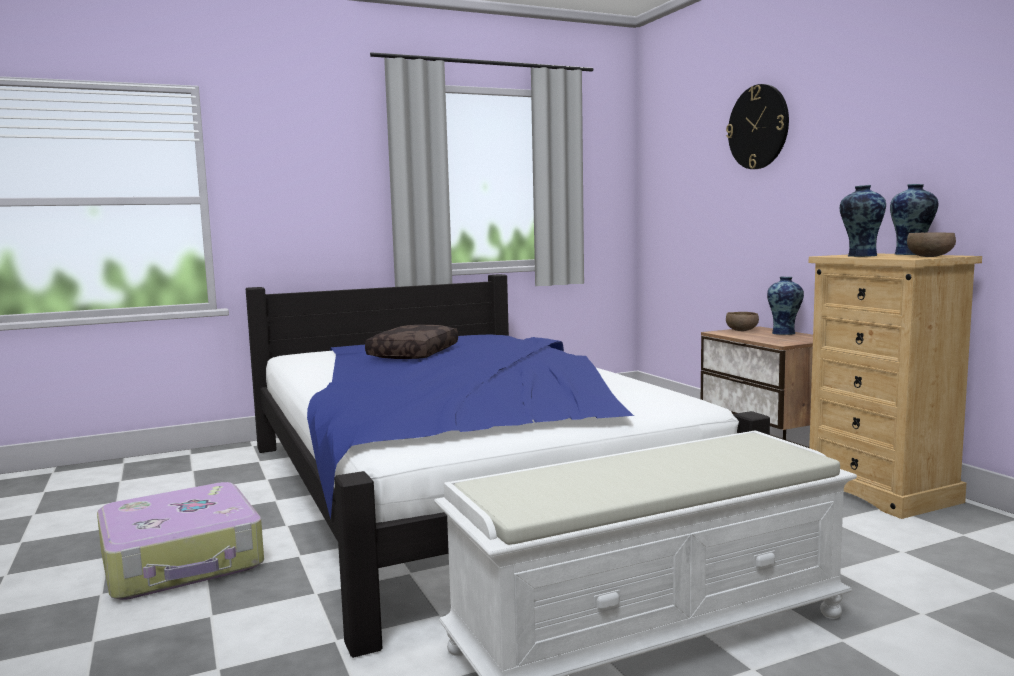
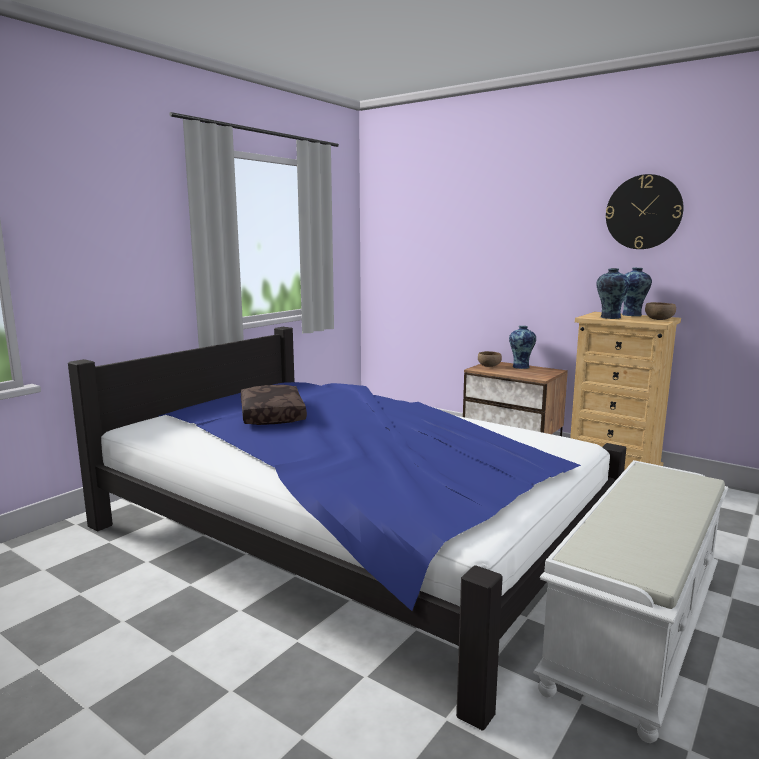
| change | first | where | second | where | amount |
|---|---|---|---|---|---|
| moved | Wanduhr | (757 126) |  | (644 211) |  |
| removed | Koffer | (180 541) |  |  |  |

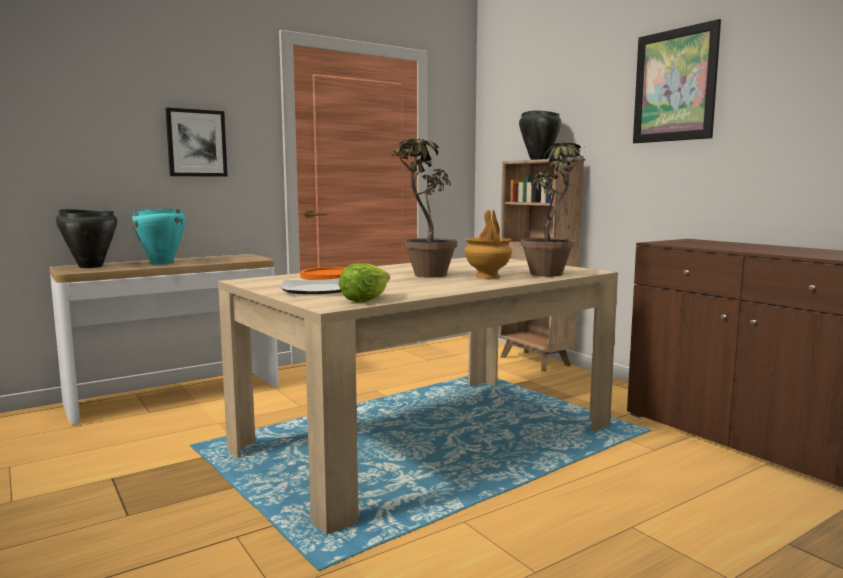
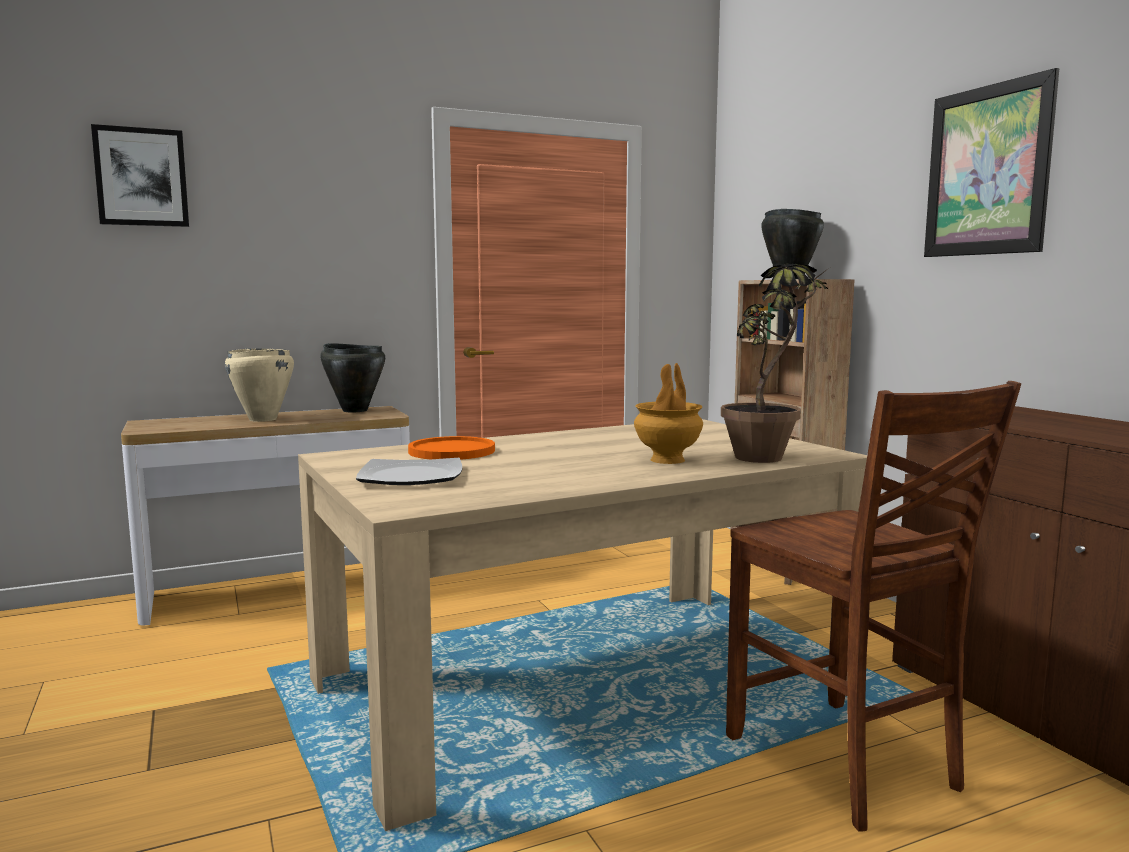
| change | first | where | second | where | amount |
|---|---|---|---|---|---|
| moved | Bild | (196 142) |  | (140 175) |  |
| removed | Topfpflanze | (424 208) |  |  |  |
| moved | Kochtopf (schwarz) | (86 238) |  | (352 378) |  |
| recoloured | Kochtopf (türkis) | (158 237) | Kochtopf (beige) | (259 385) |  |
| removed | Salatkopf | (364 283) |  |  |  |
| added |  |  | Stuhl (braun) | (873 606) |  |

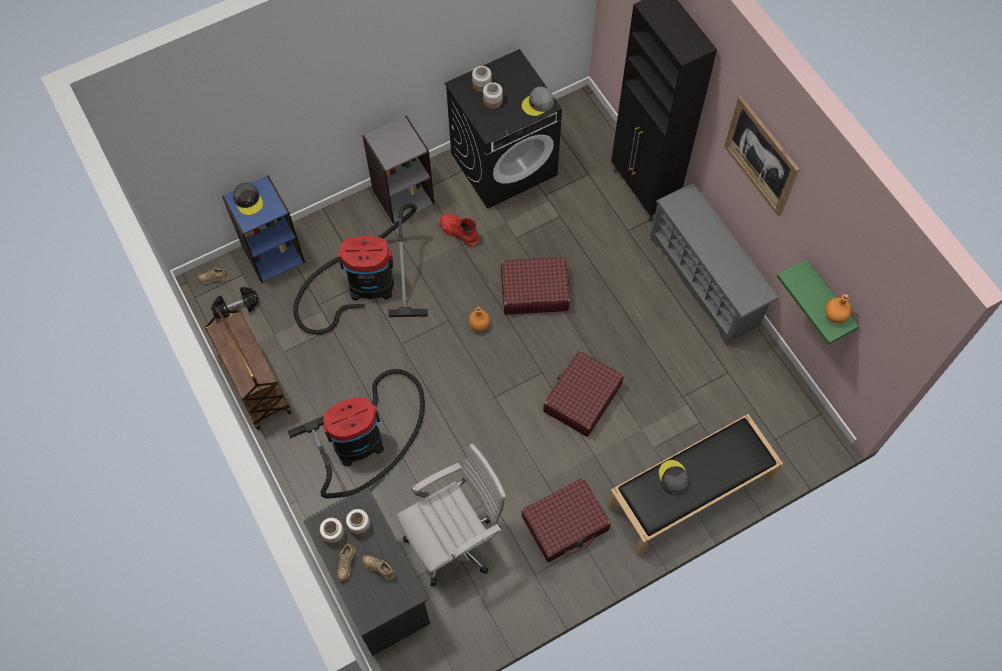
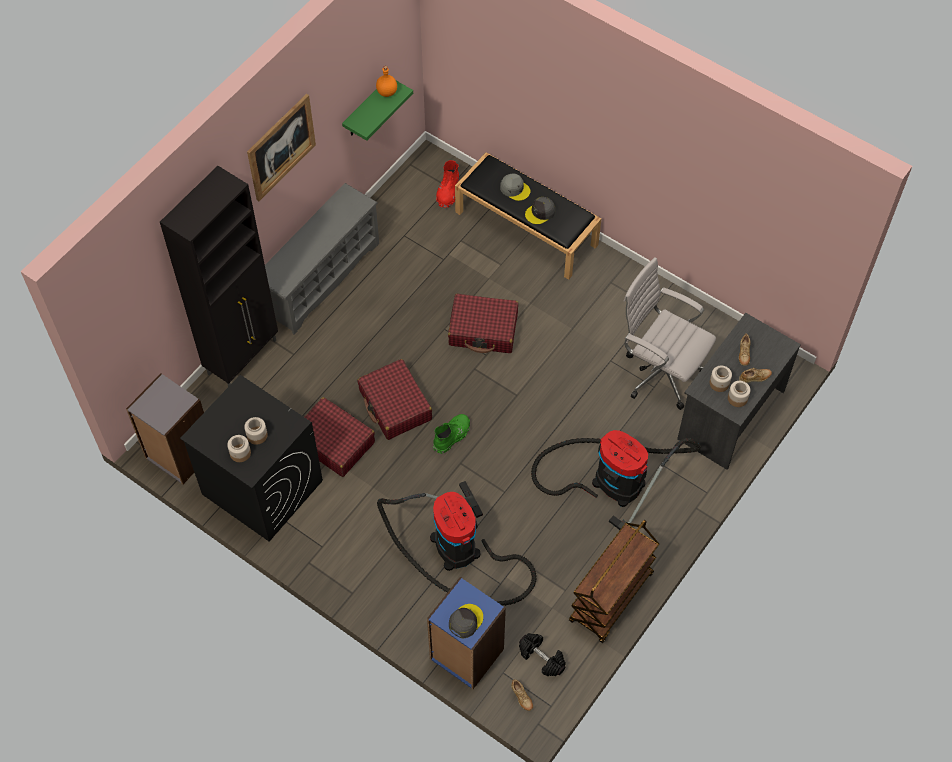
| change | first | where | second | where | amount |
|---|---|---|---|---|---|
| moved | Kappe (grau) | (538 101) |  | (515 187) |  |
| moved | Bücherregal (grau) | (398 169) |  | (165 429) |  |
| moved | Stiefel (rot) | (459 231) |  | (447 184) |  |
| replaced | Flasche (orange) | (479 318) | Stiefel (grün) | (451 434) |  |
| moved | Koffer (rot) | (566 520) |  | (340 437) |  |

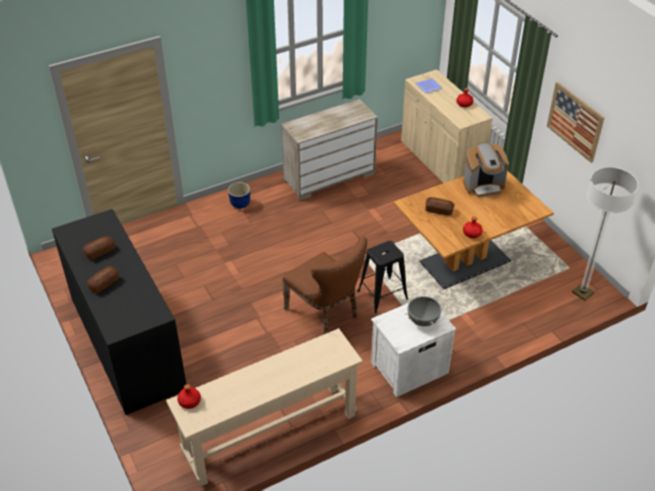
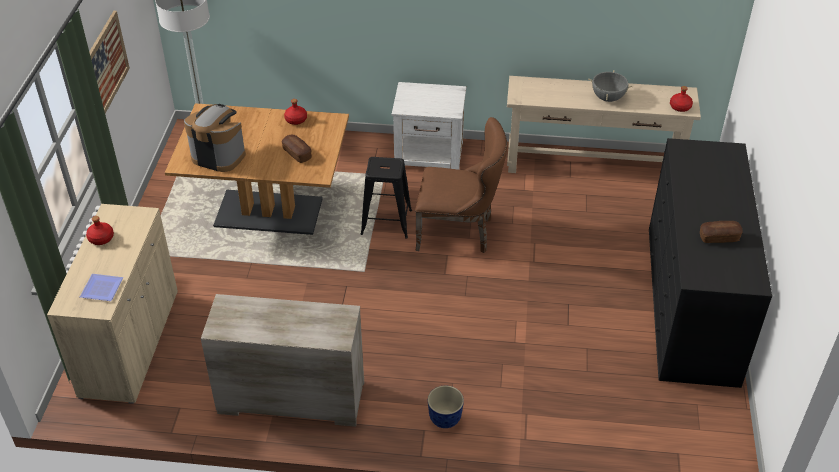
| change | first | where | second | where | amount |
|---|---|---|---|---|---|
| turned | Stuhl (braun) | (324 285) |  | (461 185) | 105 degrees clockwise |
| removed | Brot | (103 279) |  |  |  |
| moved | Kochtopf (grau) | (424 310) |  | (610 86) |  |

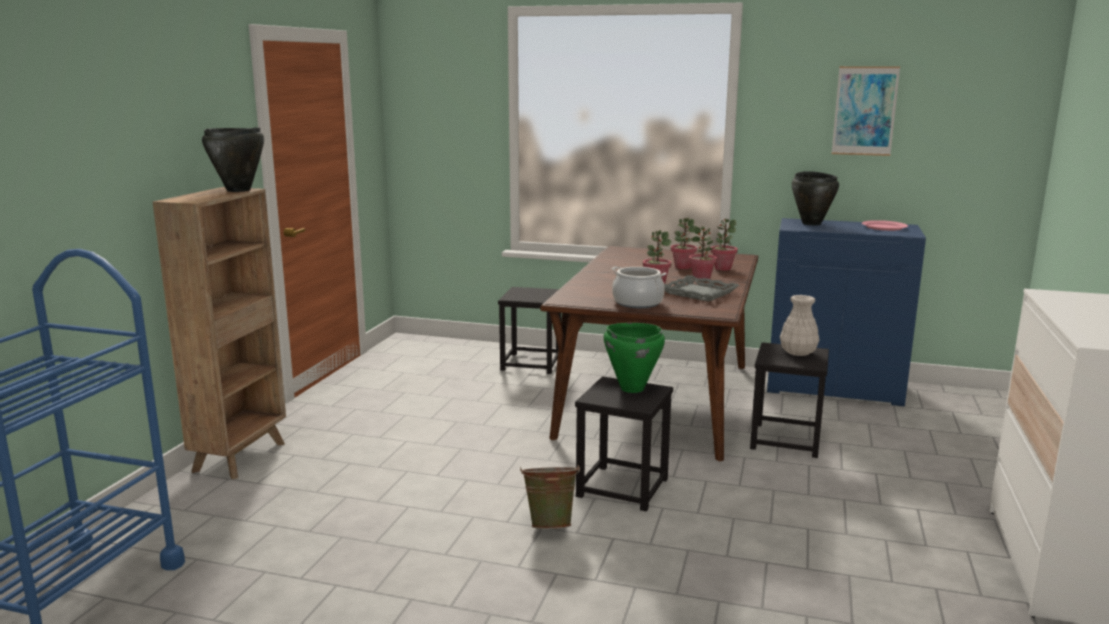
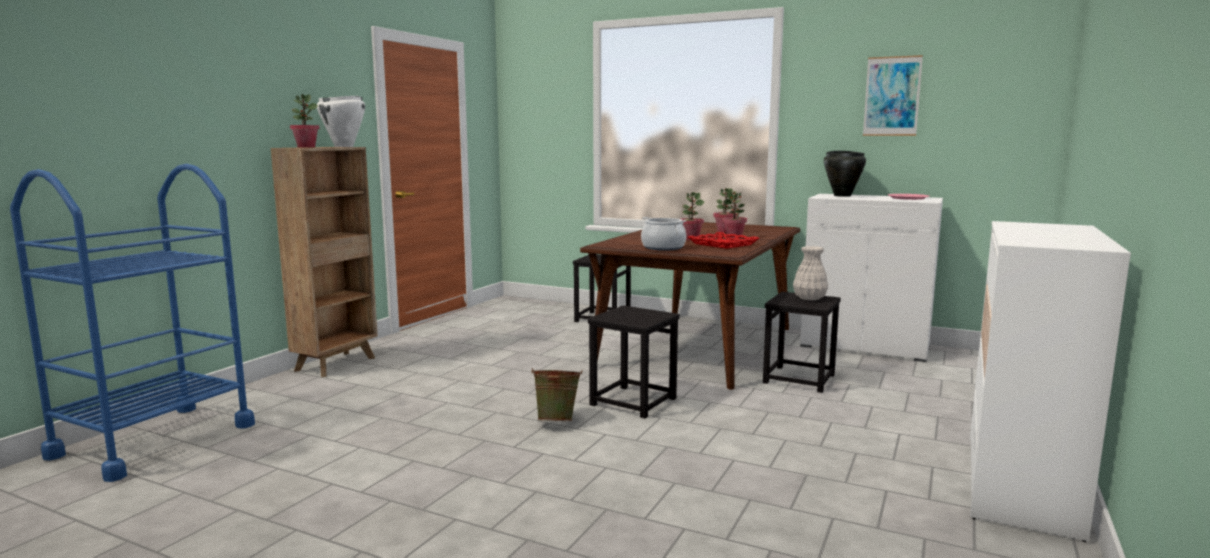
| change | first | where | second | where | amount |
|---|---|---|---|---|---|
| recoloured | Kochtopf (schwarz) | (233 159) | Kochtopf (weiß) | (341 121) |  |
| recoloured | Schrank (blau) | (846 312) | Schrank (weiß) | (871 278) |  |
| moved | Topfpflanze | (724 245) |  | (304 121) |  |
| recoloured | Tablett (grau) | (701 288) | Tablett (rot) | (723 240) |  |
| removed | Kochtopf (grün) | (634 358) |  |  |  |

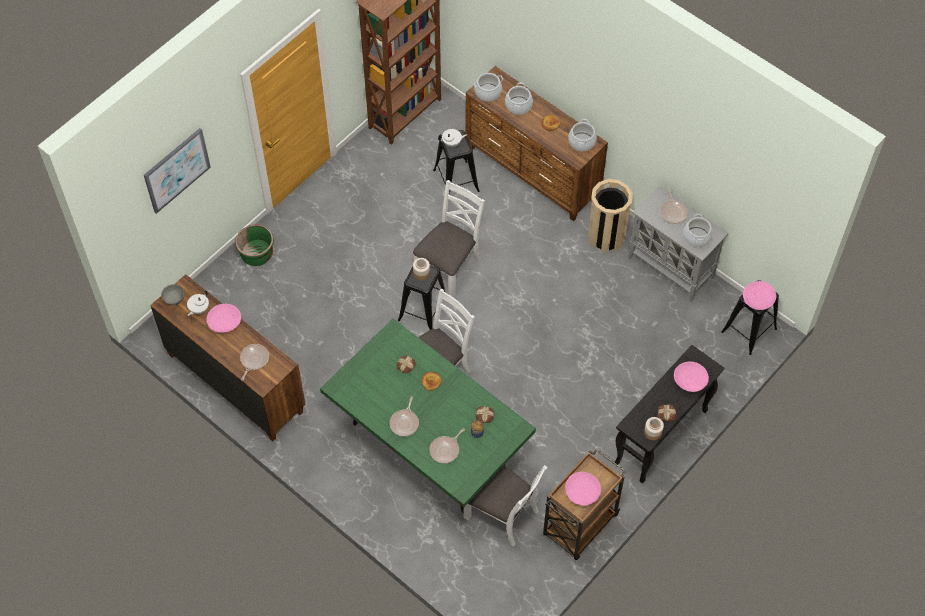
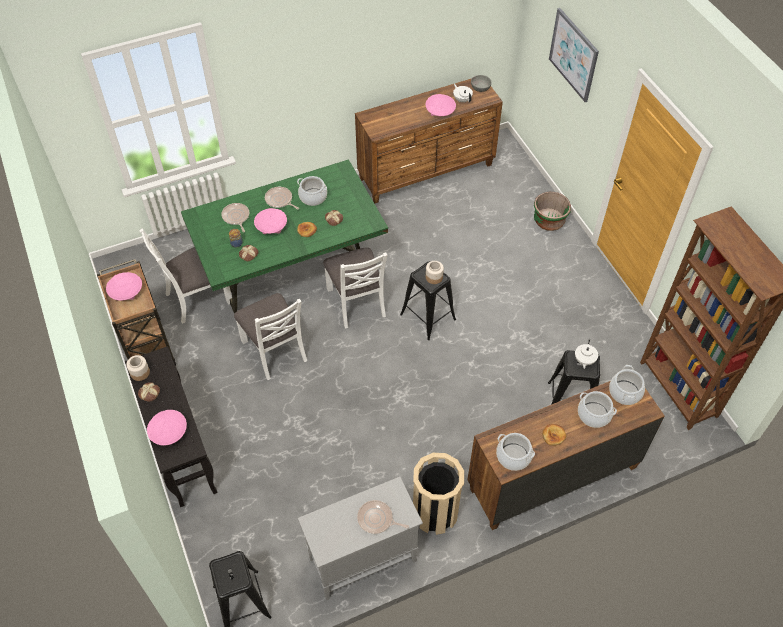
| change | first | where | second | where | amount |
|---|---|---|---|---|---|
| moved | Stuhl (weiß) | (449 238) |  | (270 336) |  |
| moved | Kochtopf | (698 230) |  | (312 191) |  |
| moved | Schüssel (rosa) | (759 295) |  | (270 221) |  |
| removed | Pfanne | (254 362) |  |  |  |

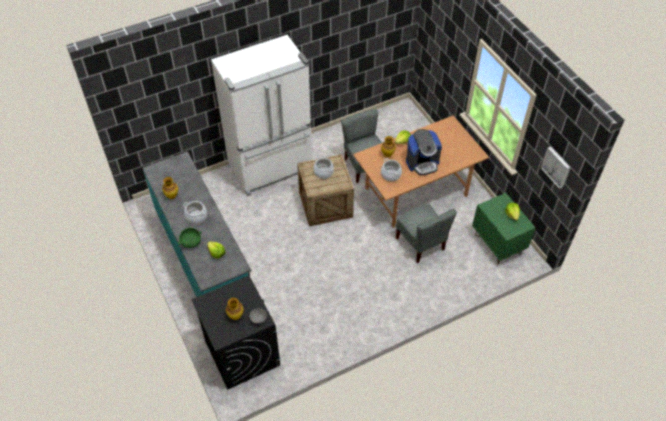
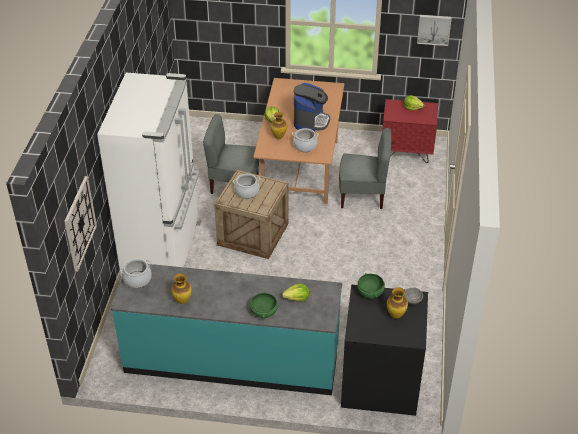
| change | first | where | second | where | amount |
|---|---|---|---|---|---|
| recoloured | Nachttisch (grün) | (504 228) | Nachttisch (rot) | (410 131) |  |
| moved | Kochtopf | (195 212) |  | (136 273) |  |
| added |  |  | Wanduhr | (80 224) |  |
| added |  |  | Schüssel (grün) | (371 286) |  |

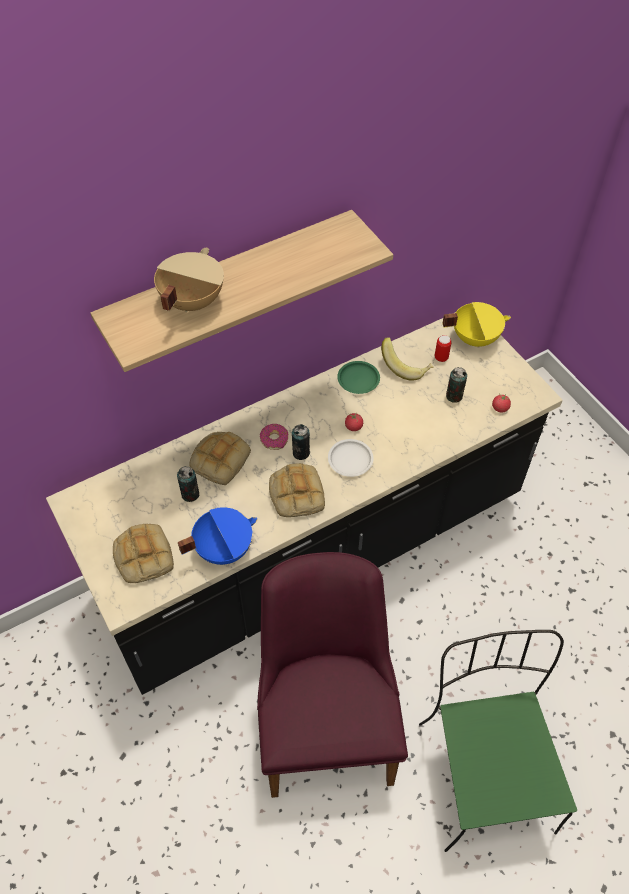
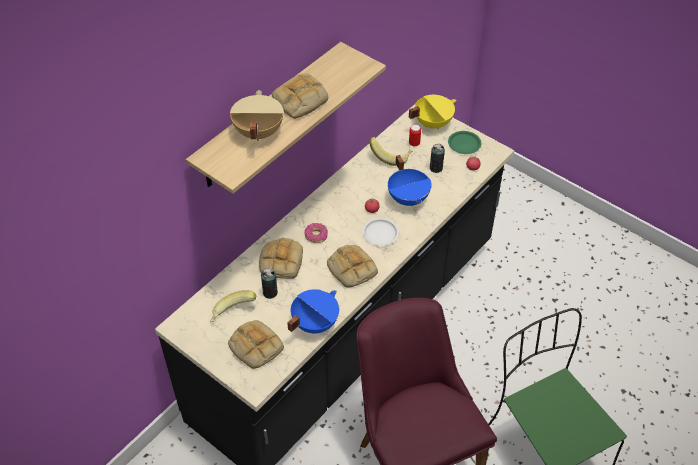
| change | first | where | second | where | amount |
|---|---|---|---|---|---|
| moved | Teller (grün) | (358 377) |  | (464 142) |  |
| removed | Dose | (301 442) |  |  |  |
| added |  |  | Brot | (300 96) |  |
| added |  |  | Kochtopf (blau) | (410 180) |  |
| added |  |  | Banane | (233 306) |  |

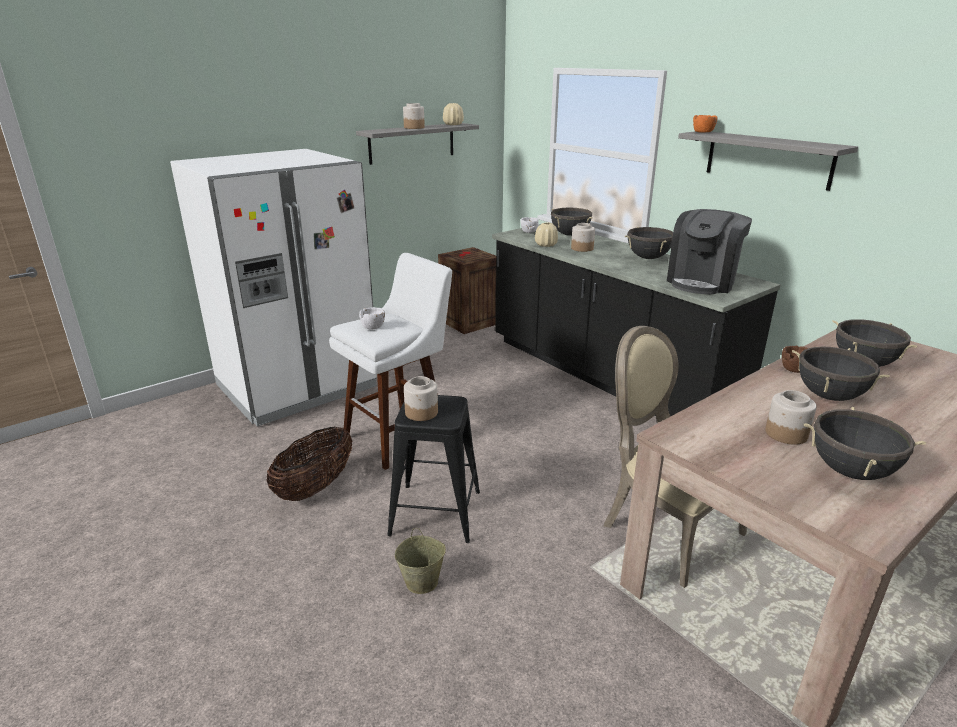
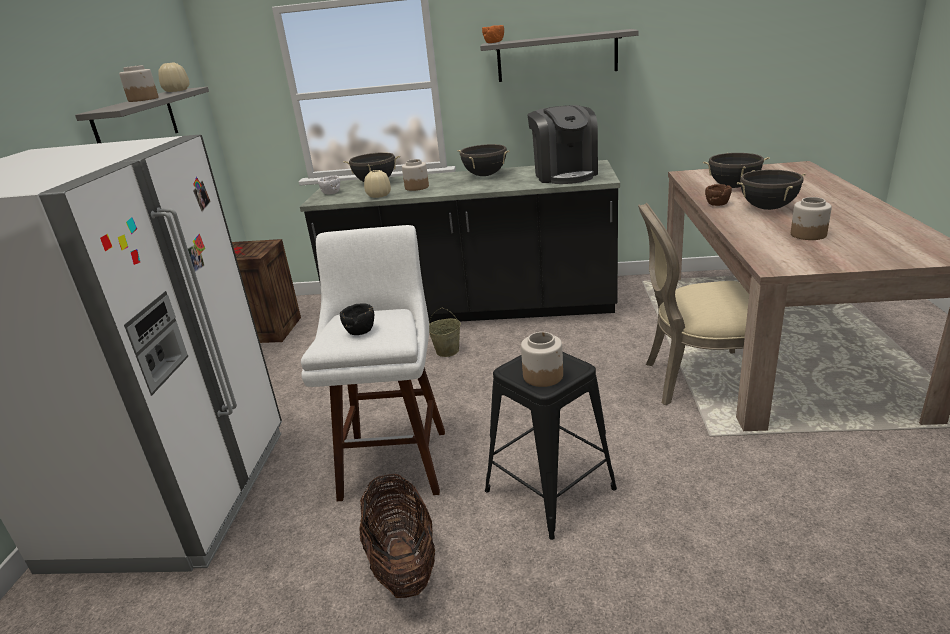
| change | first | where | second | where | amount |
|---|---|---|---|---|---|
| recoloured | Schüssel (weiß) | (372 318) | Schüssel (schwarz) | (357 319) |  |
| removed | Kochtopf (schwarz) | (865 443) |  |  |  |
| moved | Eimer (beige) | (420 561) |  | (445 332) |  |

